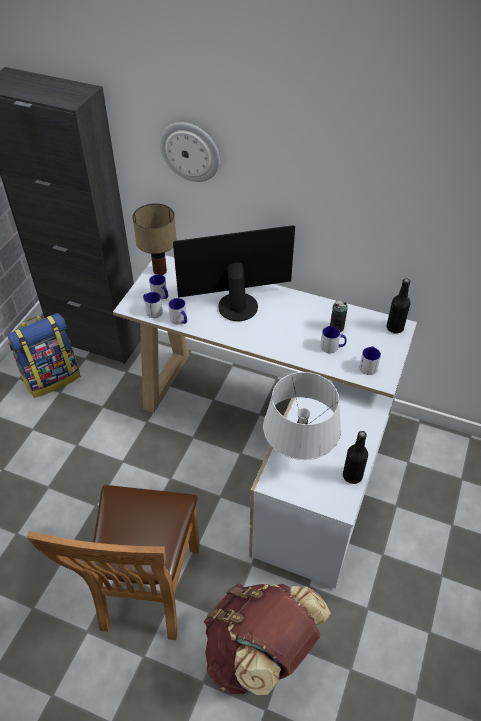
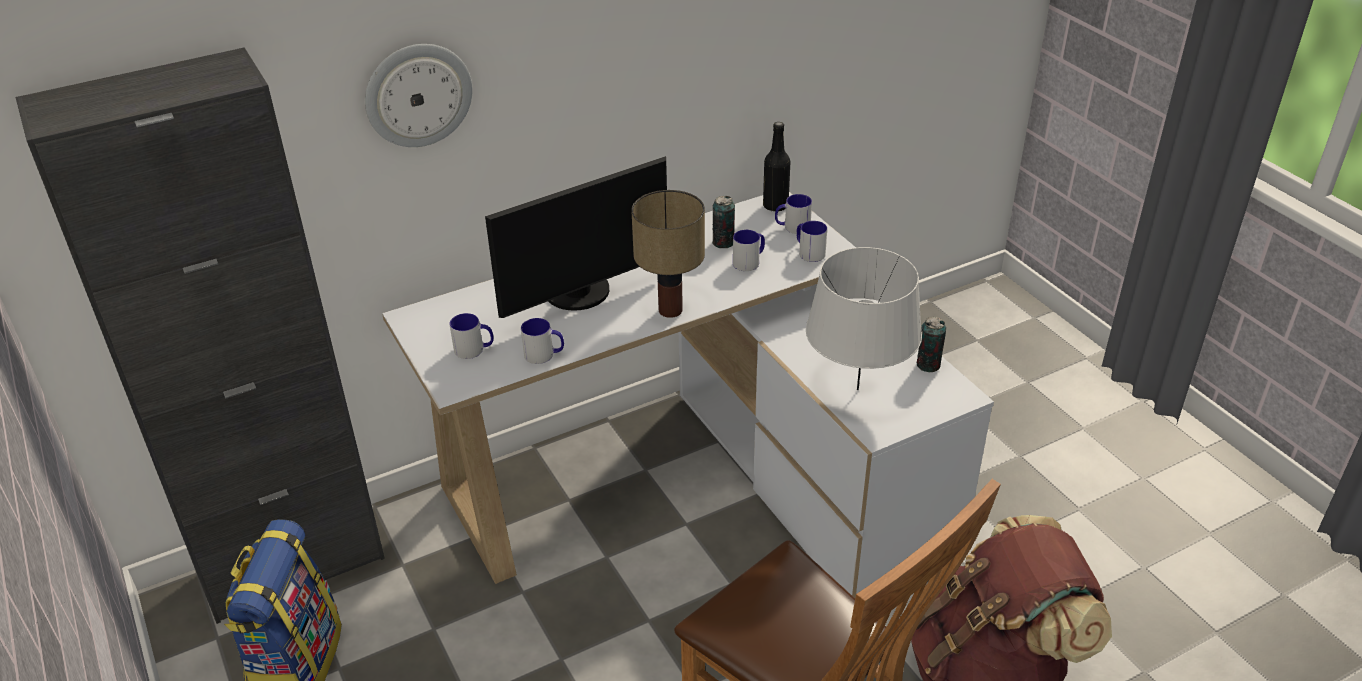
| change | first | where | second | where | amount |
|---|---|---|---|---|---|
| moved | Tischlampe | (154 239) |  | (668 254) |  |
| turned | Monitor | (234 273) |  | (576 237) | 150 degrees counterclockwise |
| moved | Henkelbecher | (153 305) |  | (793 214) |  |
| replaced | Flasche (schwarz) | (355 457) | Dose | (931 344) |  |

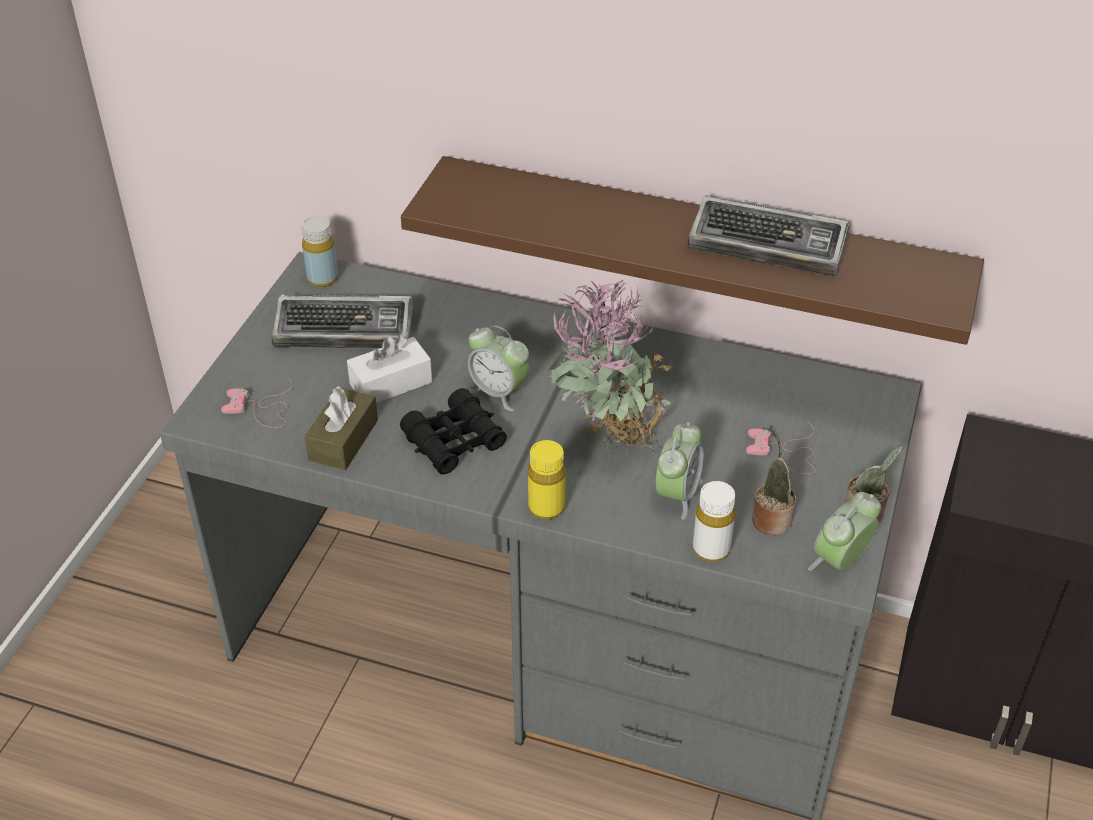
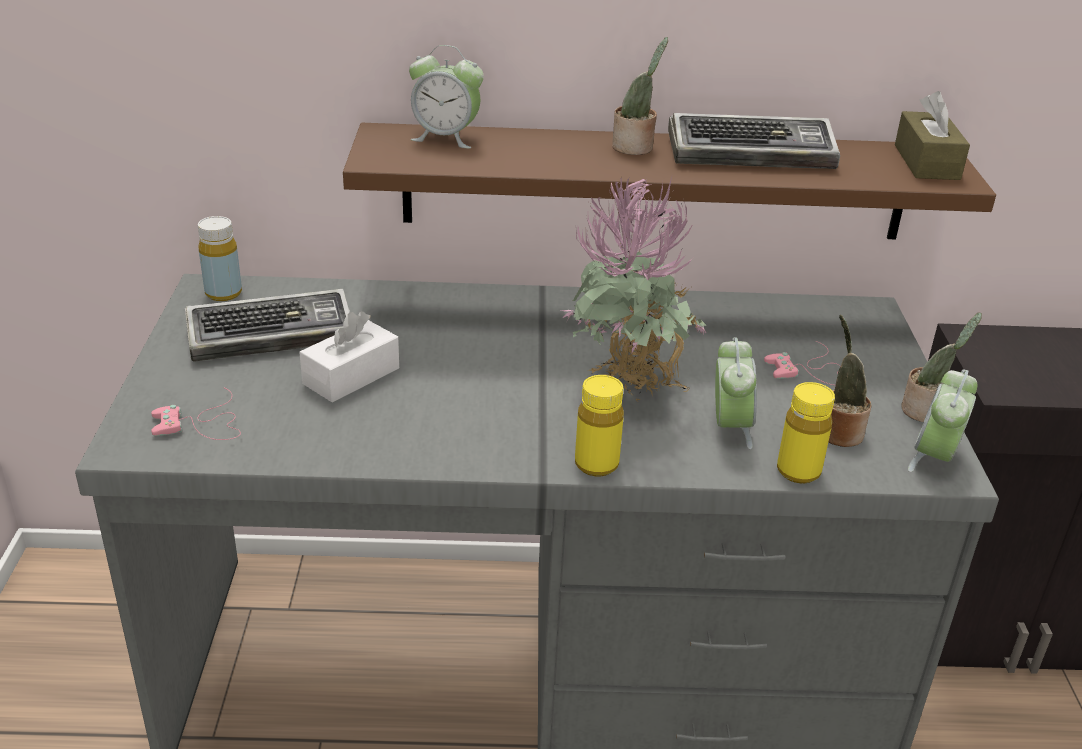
| change | first | where | second | where | amount |
|---|---|---|---|---|---|
| moved | Wecker | (498 368) |  | (446 97) |  |
| moved | Taschentuchbox (braun) | (341 428) |  | (932 135) |  |
| removed | Fernglas (schwarz) | (453 431) |  |  |  |
| recoloured | Flasche (weiß) | (713 521) | Flasche (gelb) | (806 432) |  |
| added |  |  | Topfpflanze | (640 96) |  |

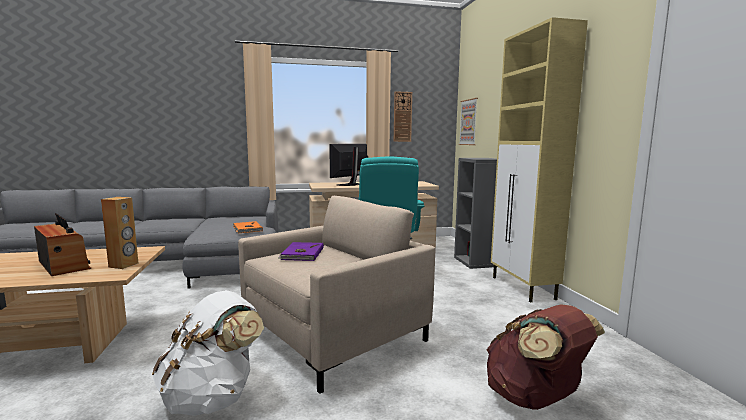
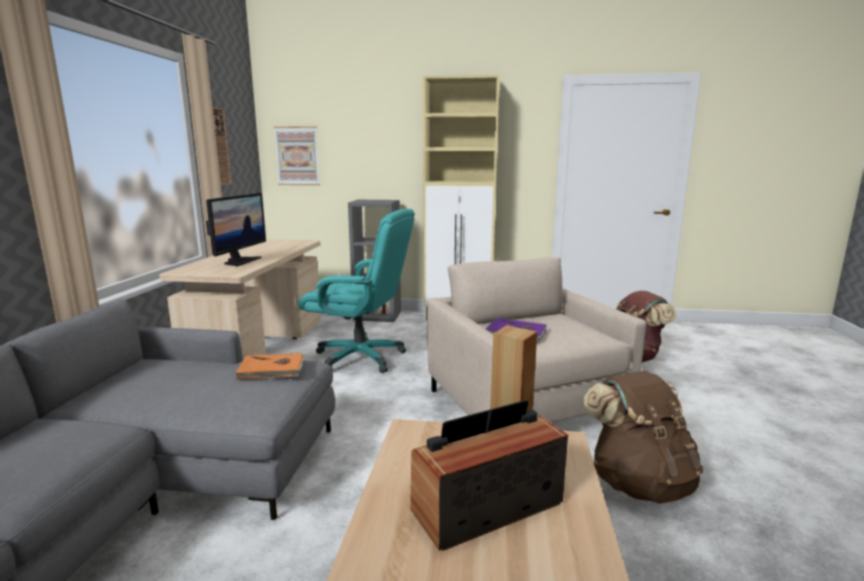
| change | first | where | second | where | amount |
|---|---|---|---|---|---|
| turned | Monitor | (348 165) |  | (236 229) | 135 degrees counterclockwise |
| recoloured | Rucksack (weiß) | (208 353) | Rucksack (braun) | (643 437) |  |

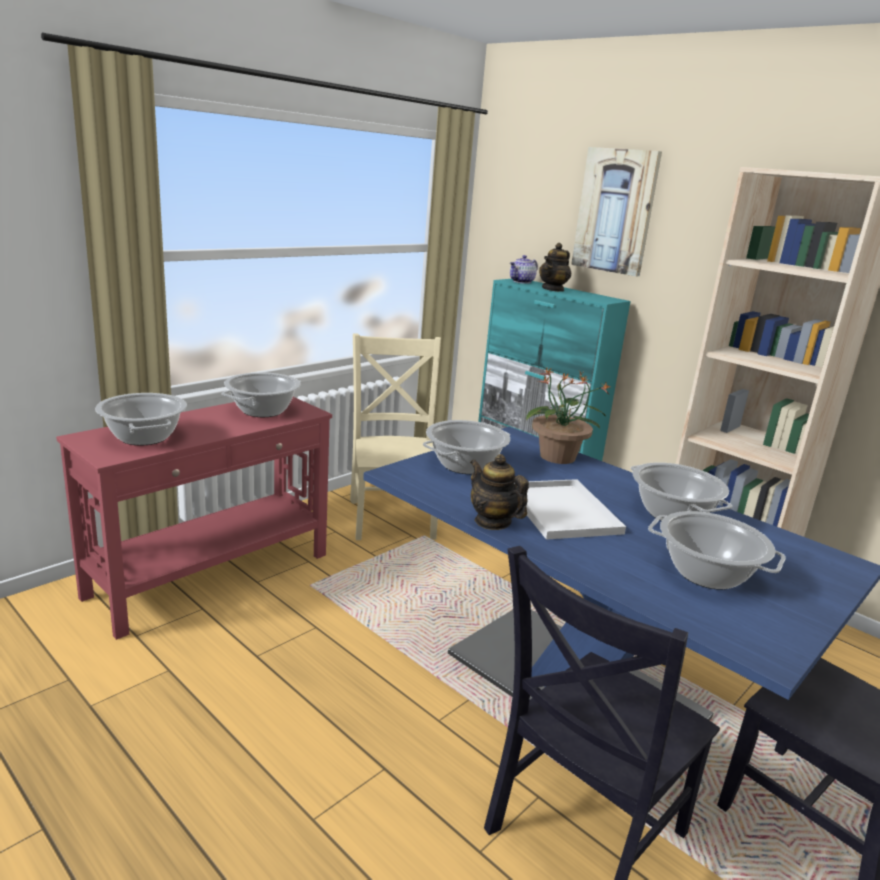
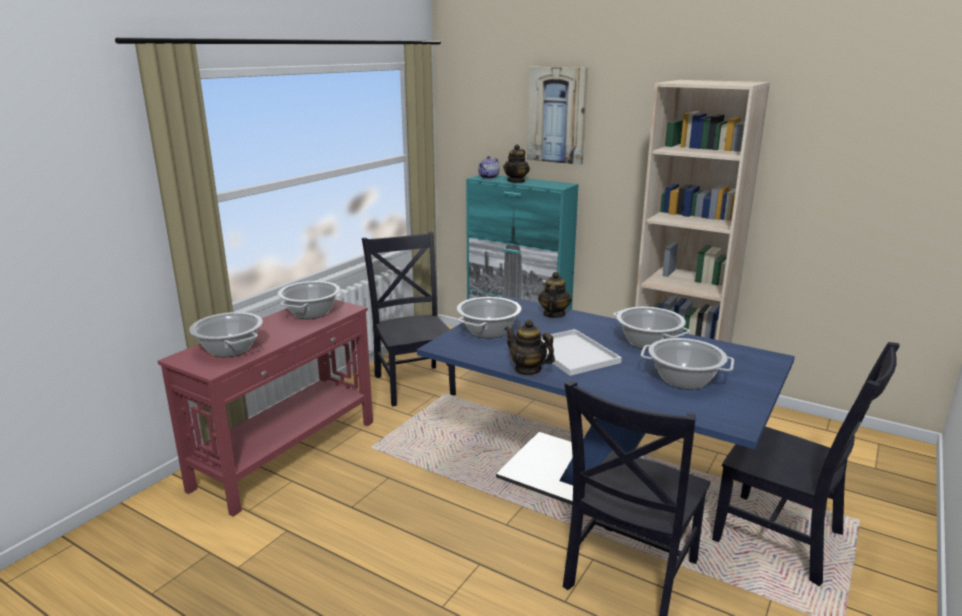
| change | first | where | second | where | amount |
|---|---|---|---|---|---|
| recoloured | Stuhl (beige) | (395 437) | Stuhl (schwarz) | (409 319) |  |
| replaced | Topfpflanze | (569 416) | Teekanne | (555 295) |  |

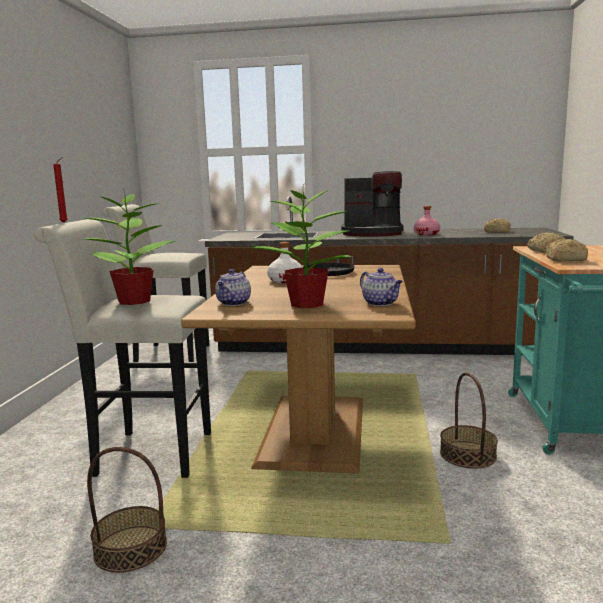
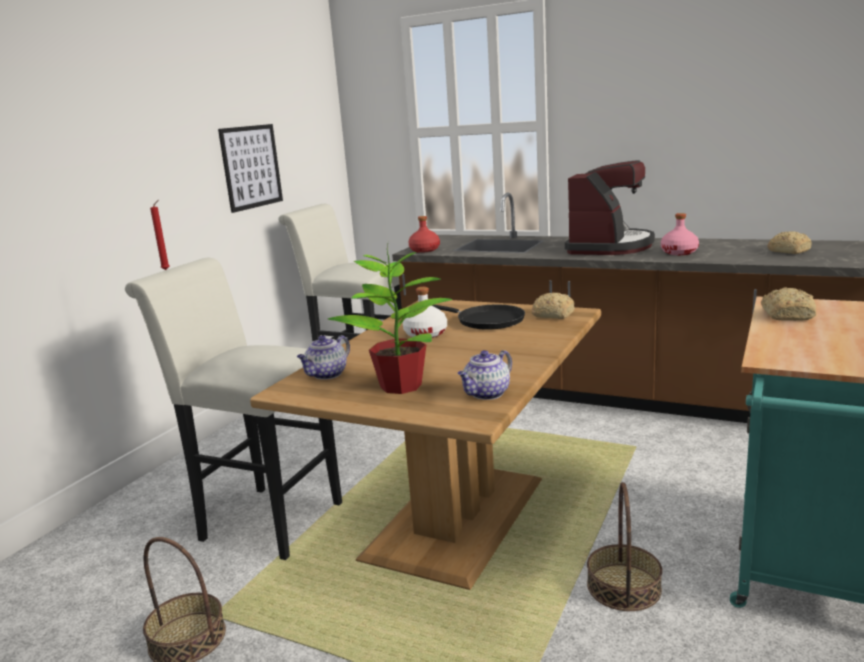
| change | first | where | second | where | amount |
|---|---|---|---|---|---|
| turned | Kaffeemaschine | (372 204) |  | (610 207) | 90 degrees counterclockwise |
| removed | Topfpflanze | (129 247) |  |  |  |
| moved | Brot | (567 250) |  | (553 306) |  |
| turned | Teekanne | (381 287) |  | (485 375) | 60 degrees clockwise |
| added |  |  | Bild | (250 168) |  |
| added |  |  | Flasche (rot) | (424 234) |  |

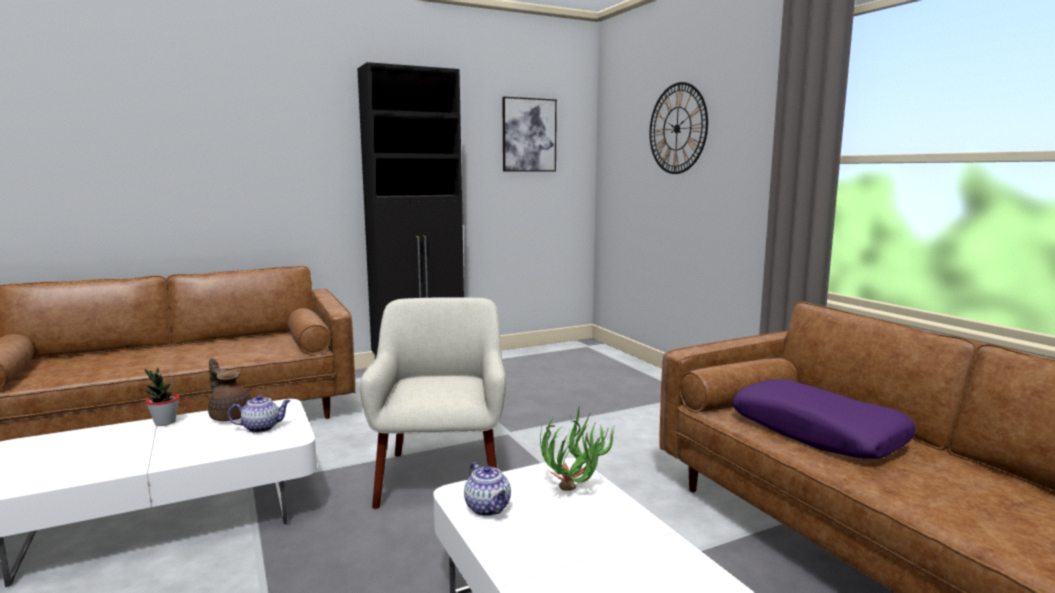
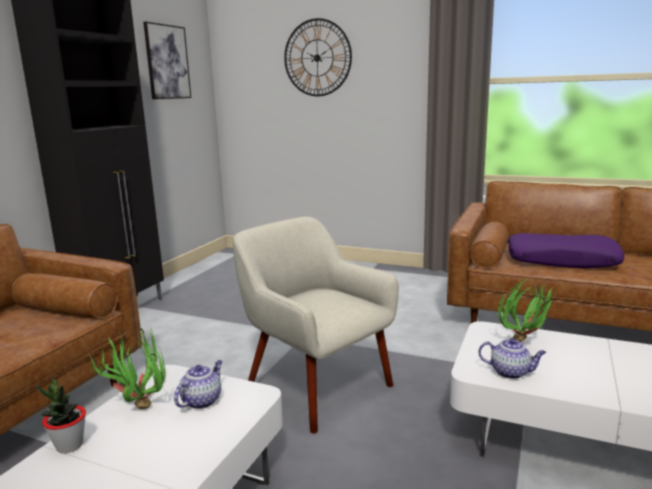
| change | first | where | second | where | amount |
|---|---|---|---|---|---|
| replaced | Teekanne (braun) | (230 389) | Topfpflanze | (127 368) |  |

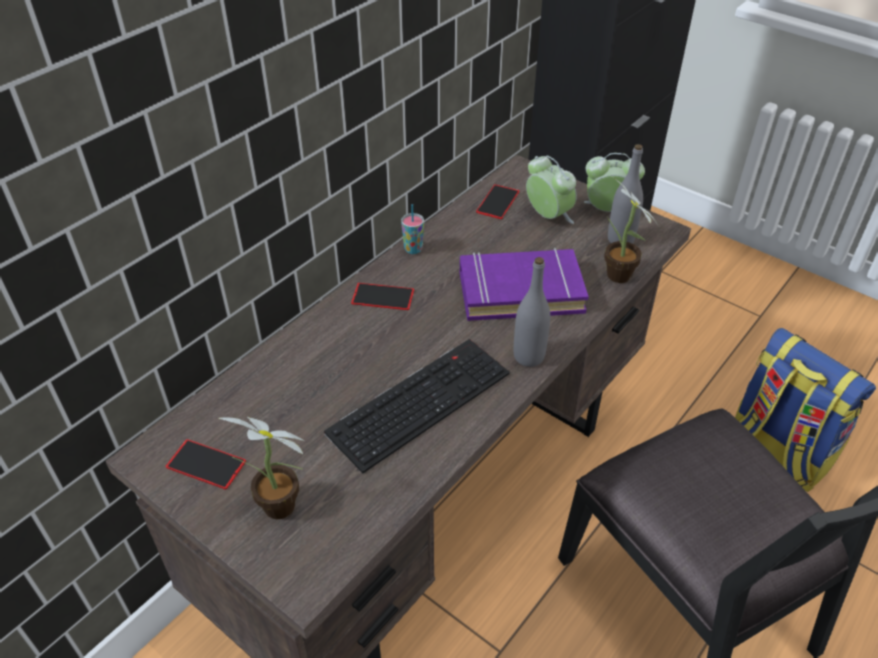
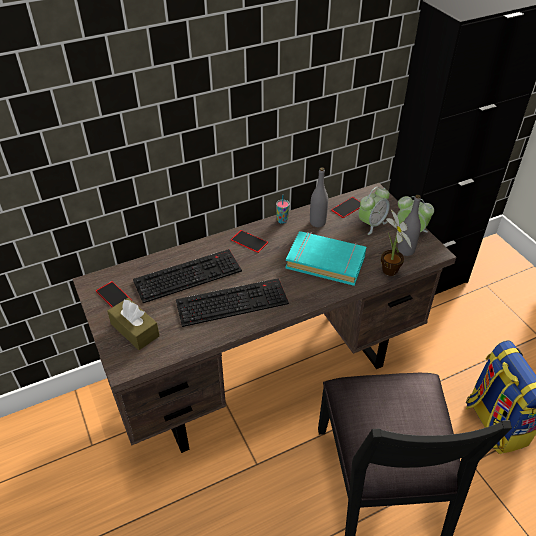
| change | first | where | second | where | amount |
|---|---|---|---|---|---|
| turned | Wecker | (551 190) |  | (374 211) | 60 degrees clockwise |
| recoloured | Buch (lila) | (524 284) | Buch (türkis) | (325 258) |  |
| moved | Flasche (grau) | (532 312) |  | (319 197) |  |
| replaced | Topfpflanze | (262 468) | Taschentuchbox (braun) | (133 324) |  |
| added |  |  | Tastatur | (187 276) |  |

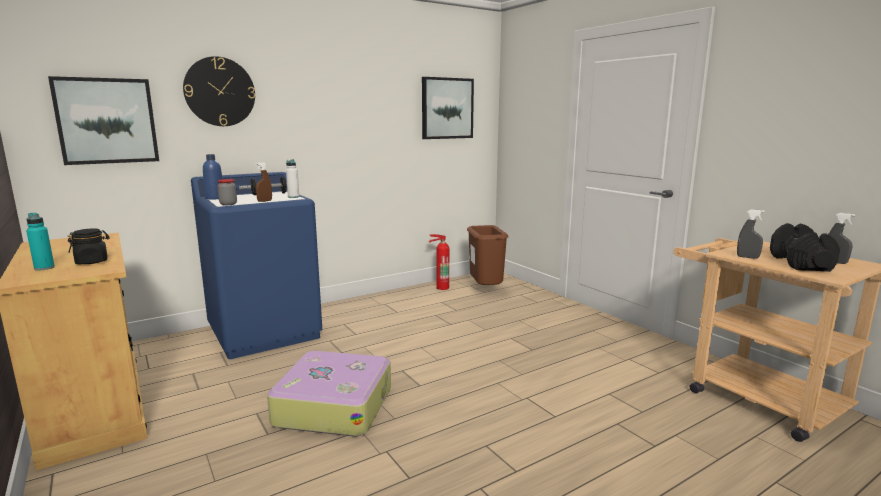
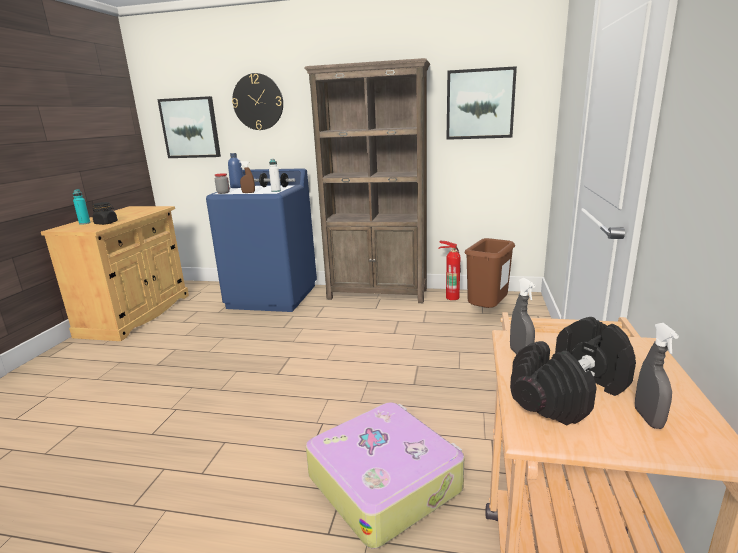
| change | first | where | second | where | amount |
|---|---|---|---|---|---|
| moved | Koffer | (329 394) |  | (385 475) |  |
| added |  |  | Bücherregal (braun) | (367 180) |  |

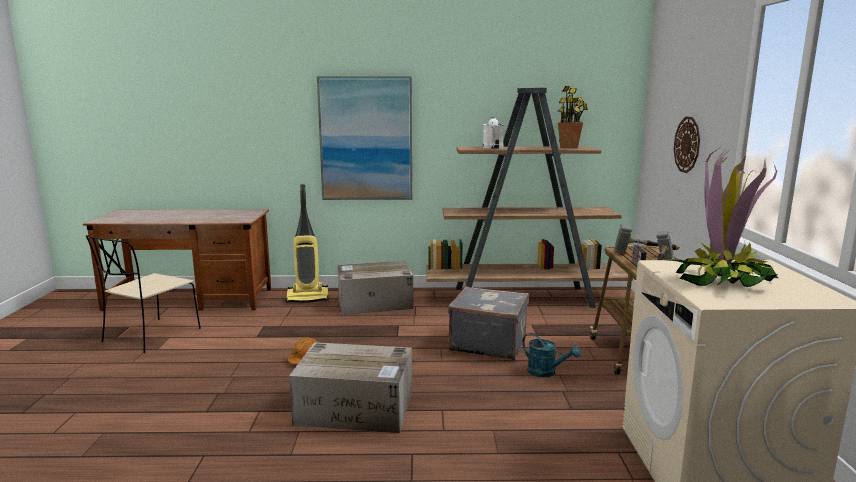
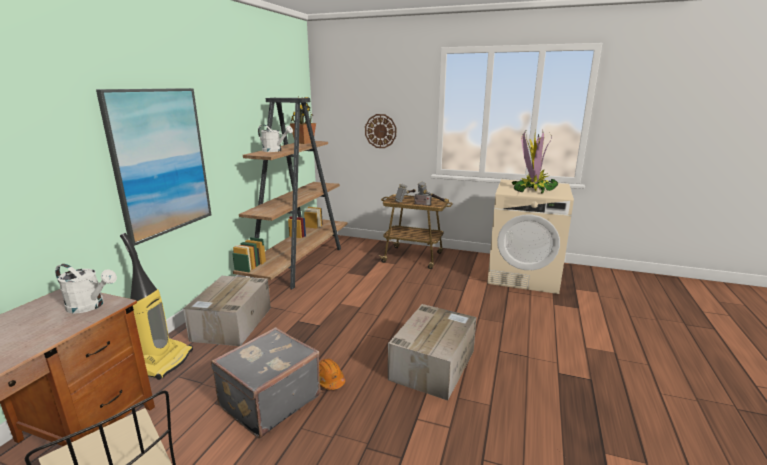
| change | first | where | second | where | amount |
|---|---|---|---|---|---|
| moved | Koffer (grau) | (488 323) |  | (266 382) |  |
| removed | Gießkanne (türkis) | (551 355) |  |  |  |
| added |  |  | Gießkanne (weiß) | (86 288) |  |

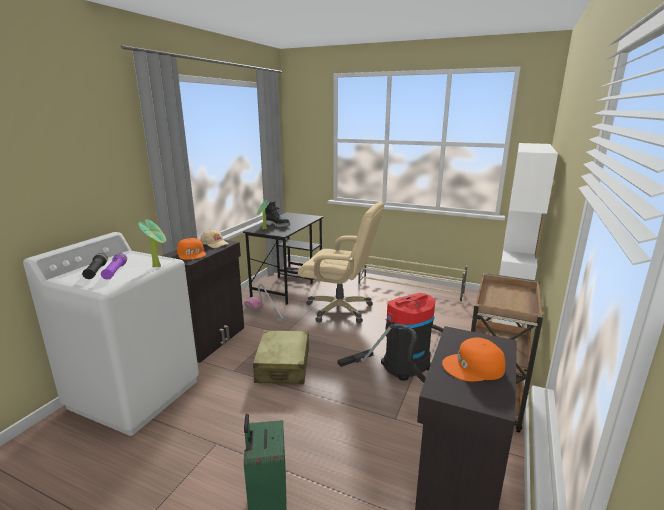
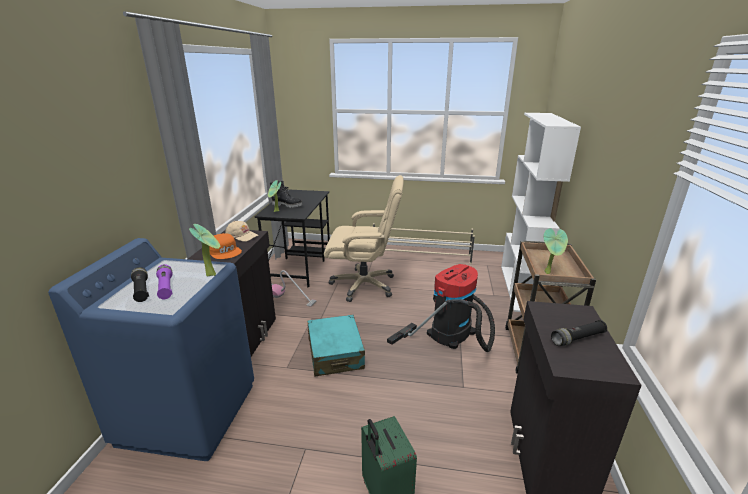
| change | first | where | second | where | amount |
|---|---|---|---|---|---|
| recoloured | Waschmaschine (weiß) | (111 334) | Waschmaschine (blau) | (151 349) |  |
| recoloured | Koffer (beige) | (281 357) | Koffer (türkis) | (336 346) |  |
| replaced | Kappe (orange) | (473 359) | Taschenlampe (schwarz) | (579 333) |  |
| added |  |  | Topfpflanze | (556 251) |  |

